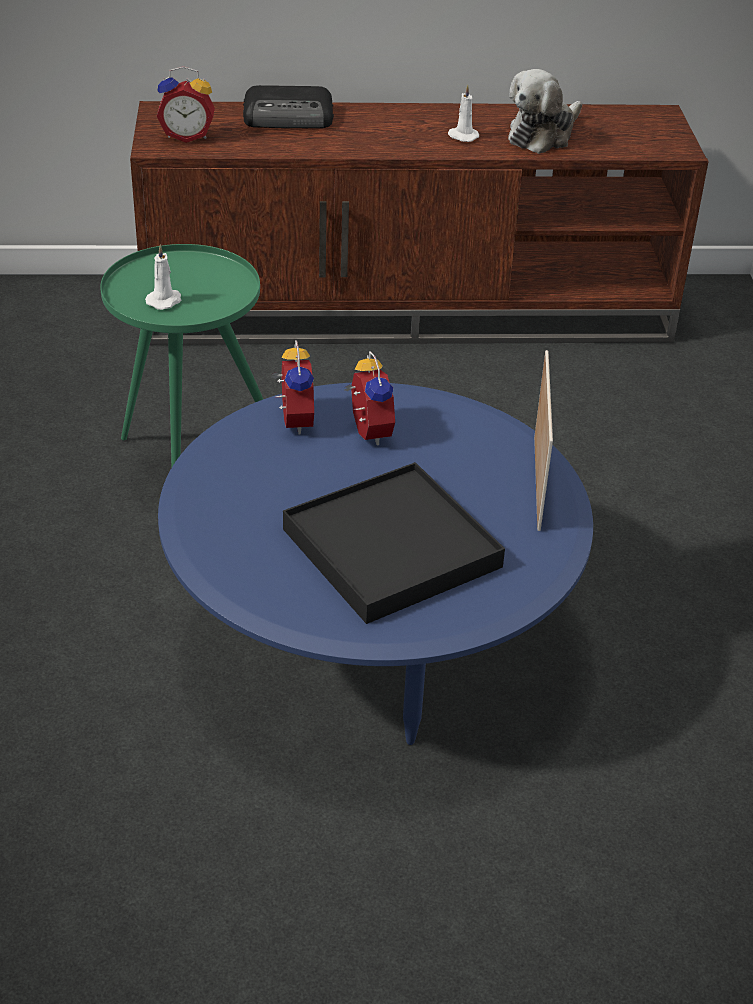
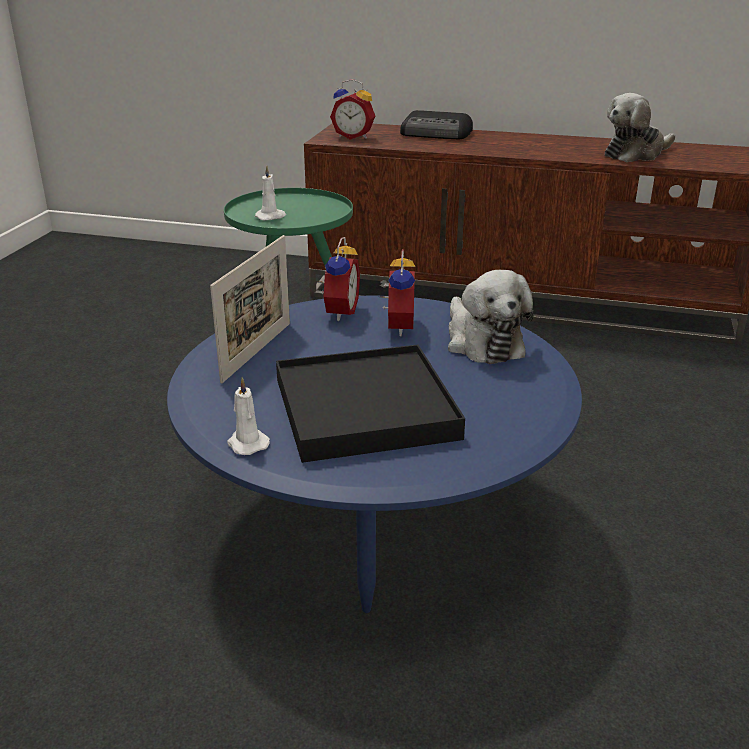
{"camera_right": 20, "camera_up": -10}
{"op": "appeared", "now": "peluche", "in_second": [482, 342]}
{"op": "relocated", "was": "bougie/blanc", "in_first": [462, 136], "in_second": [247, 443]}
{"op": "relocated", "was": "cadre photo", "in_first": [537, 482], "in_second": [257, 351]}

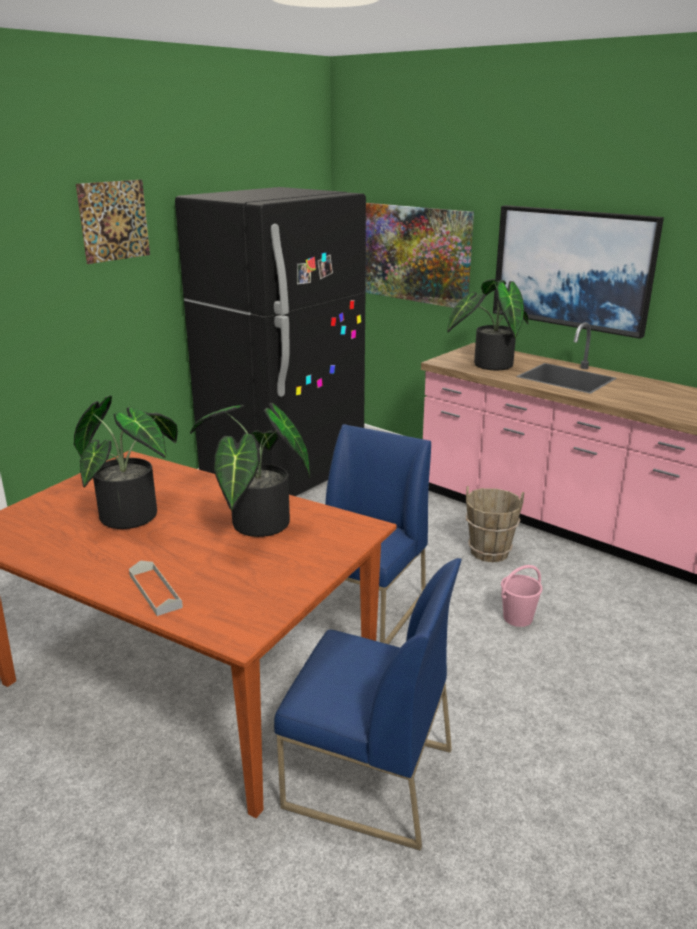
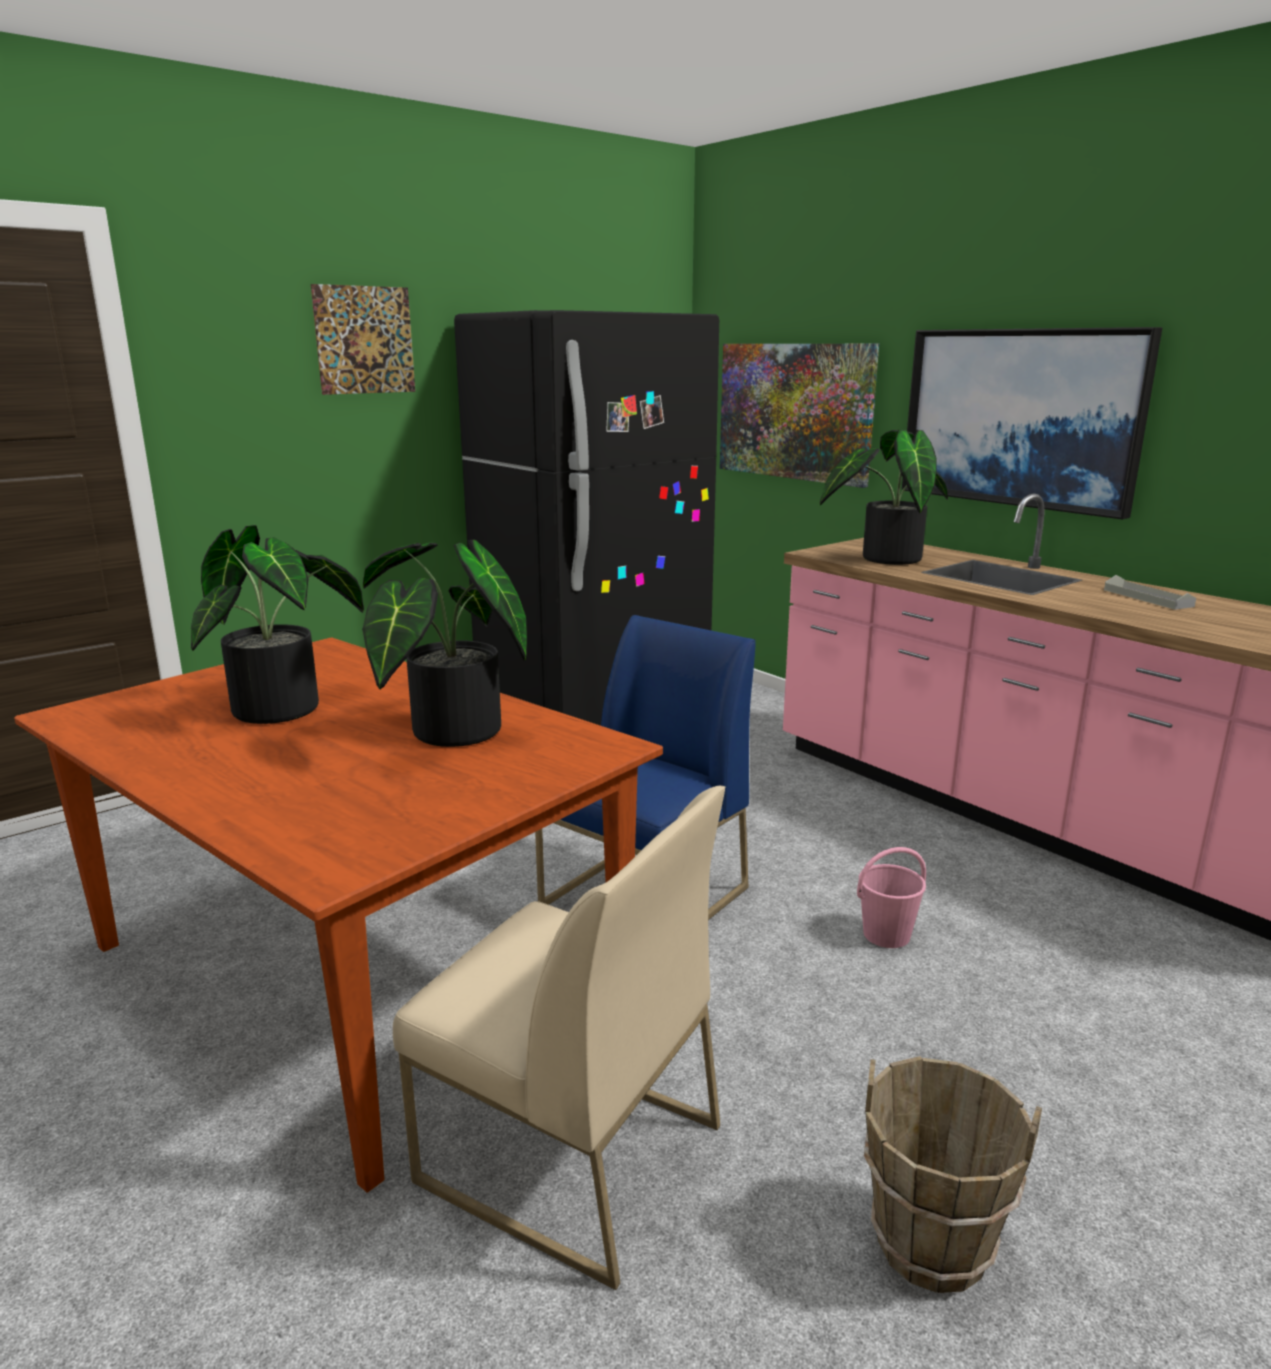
{"camera_right": 10, "camera_up": -5}
{"op": "relocated", "was": "plateau/gris", "in_first": [155, 591], "in_second": [1147, 598]}
{"op": "relocated", "was": "seau/marron", "in_first": [489, 552], "in_second": [931, 1243]}
{"op": "colour", "was": "chaise/bleu", "now": "chaise/beige", "in_first": [367, 778], "in_second": [567, 1153]}

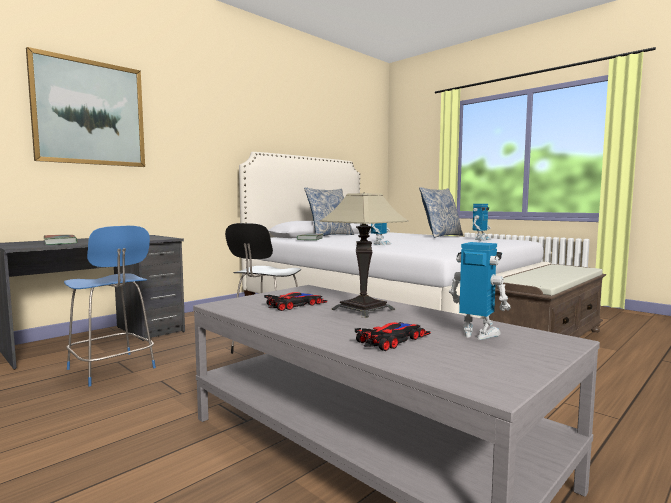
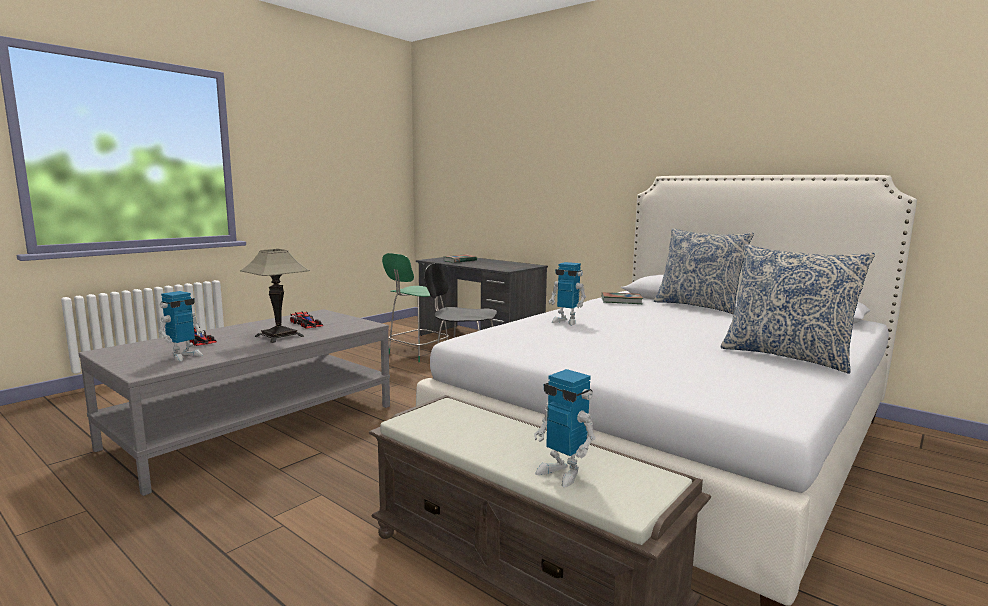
{"camera_right": 85, "camera_up": 5}
{"op": "missing", "was": "tableau", "in_first": [90, 113]}
{"op": "relocated", "was": "robot jouet", "in_first": [481, 239], "in_second": [562, 473]}
{"op": "colour", "was": "chaise/bleu", "now": "chaise/vert", "in_first": [112, 369], "in_second": [417, 353]}

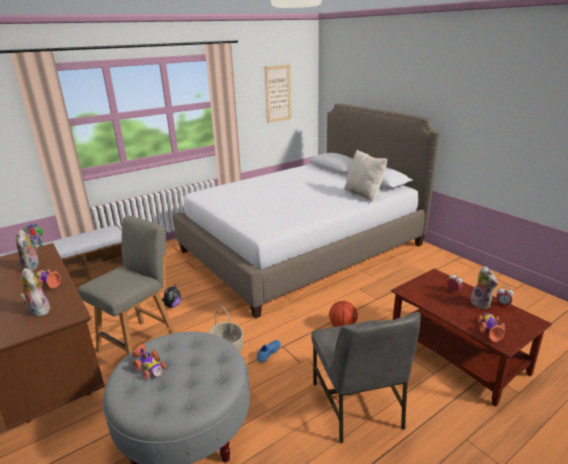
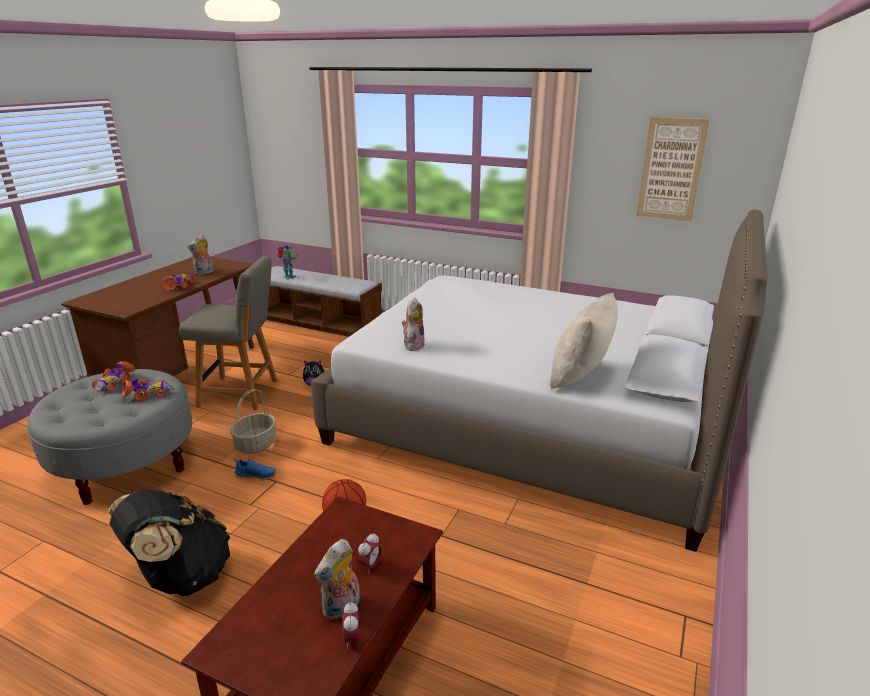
{"camera_right": 60, "camera_up": 0}
{"op": "relocated", "was": "peluche", "in_first": [38, 310], "in_second": [413, 345]}
{"op": "relocated", "was": "petite voiture", "in_first": [490, 330], "in_second": [148, 394]}
{"op": "exchanged", "was": "chaise/gris", "now": "sac à dos/noir", "in_first": [358, 406], "in_second": [181, 577]}

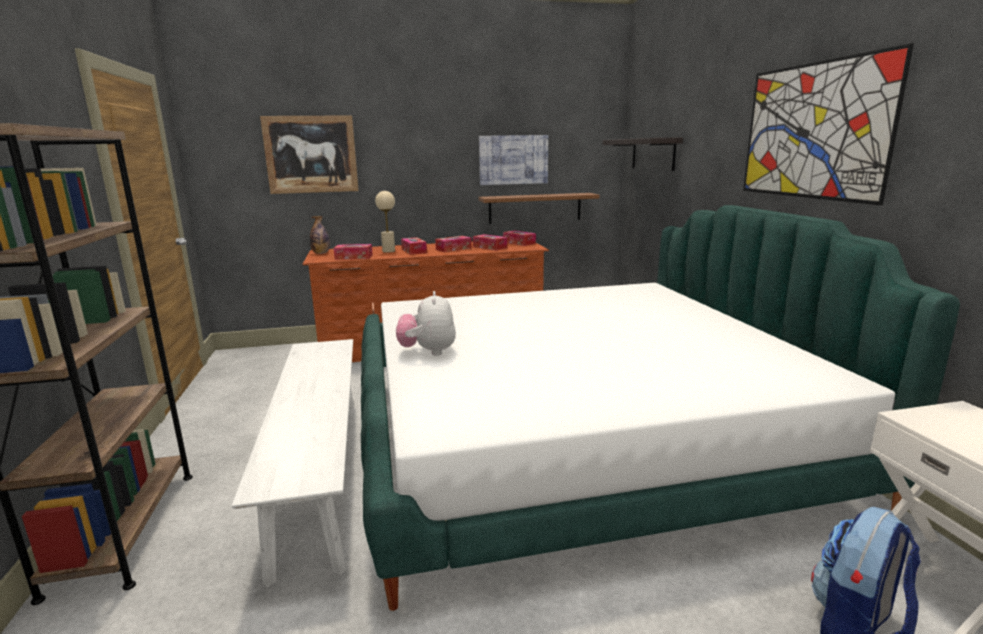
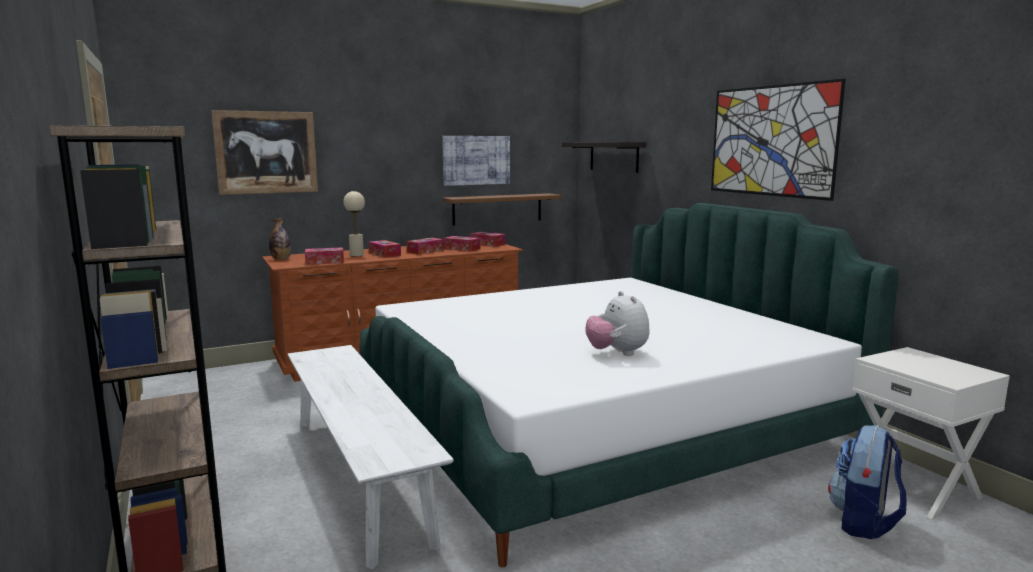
{"camera_right": -15, "camera_up": -5}
{"op": "relocated", "was": "peluche", "in_first": [428, 352], "in_second": [617, 353]}

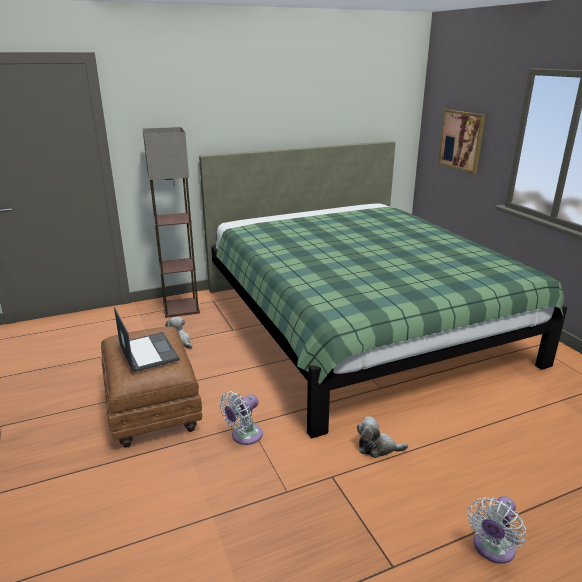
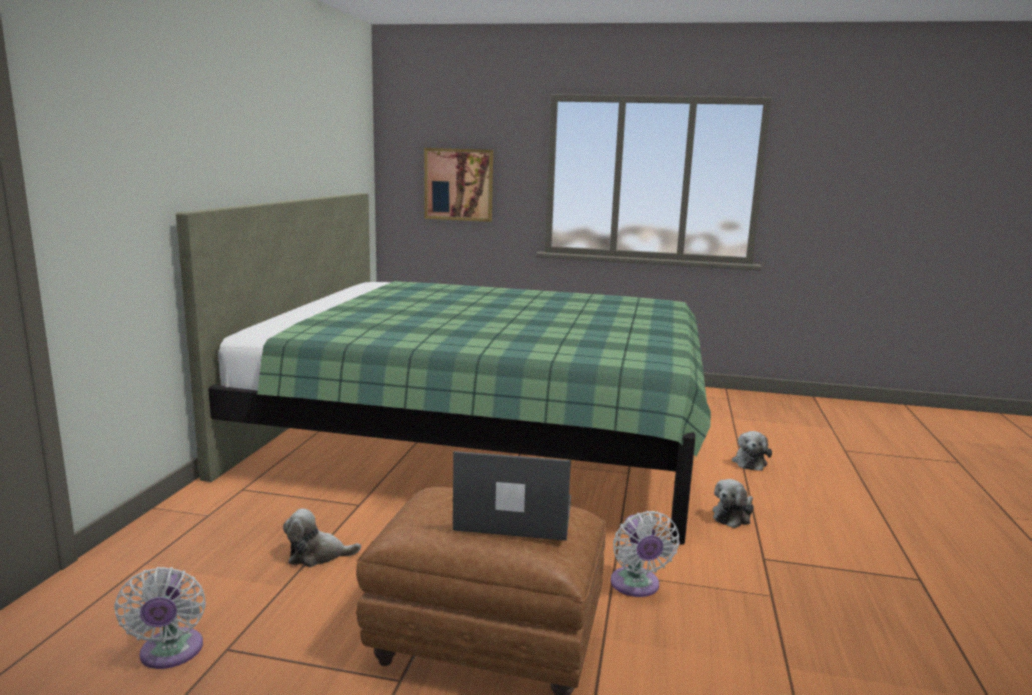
{"camera_right": -55, "camera_up": -10}
{"op": "missing", "was": "lampadaire", "in_first": [181, 307]}
{"op": "appeared", "now": "peluche", "in_second": [749, 462]}
{"op": "relocated", "was": "ventilateur/blanc", "in_first": [492, 549], "in_second": [170, 654]}

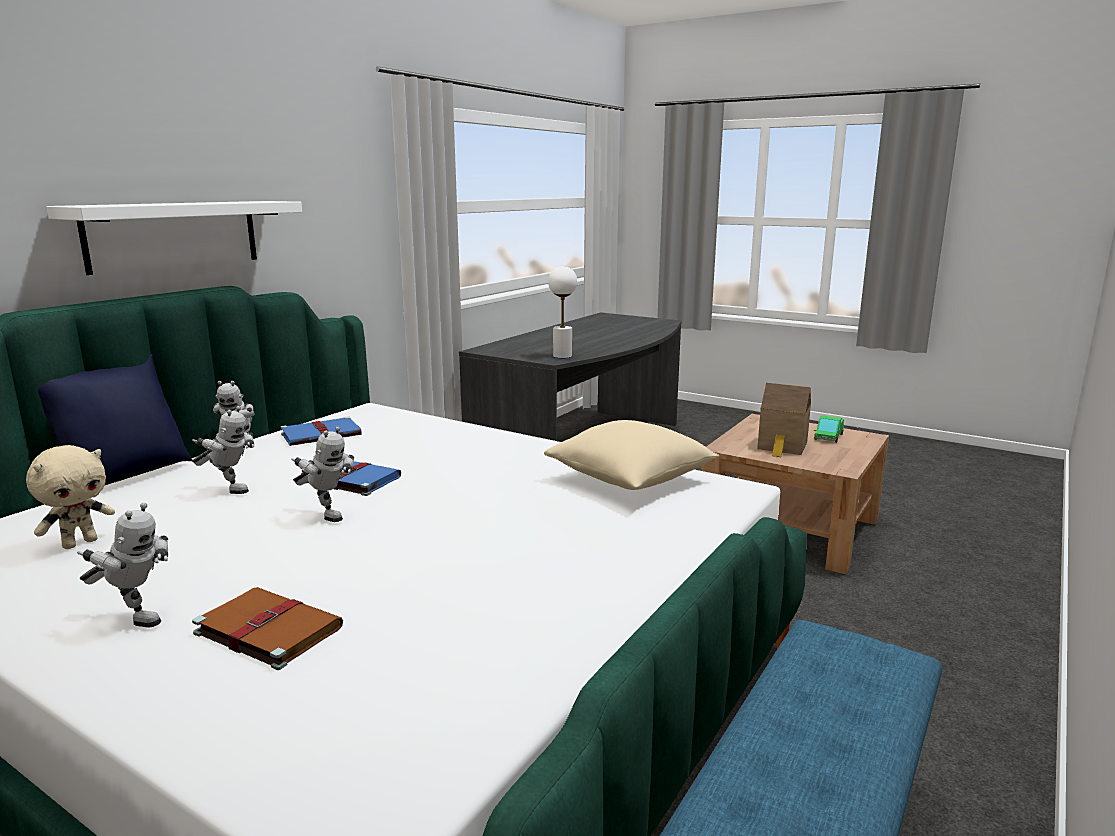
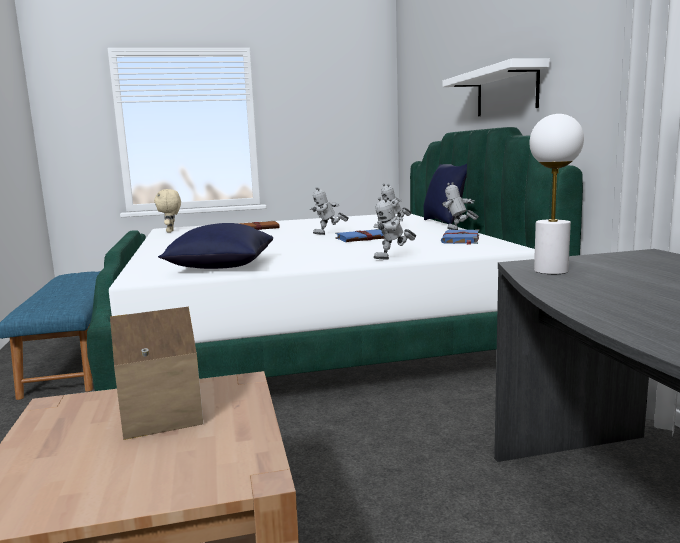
{"camera_right": 135, "camera_up": -5}
{"op": "missing", "was": "camion jouet", "in_first": [828, 436]}
{"op": "relocated", "was": "peluche/beige", "in_first": [80, 543], "in_second": [171, 231]}
{"op": "relocated", "was": "robot jouet", "in_first": [135, 617], "in_second": [393, 259]}
{"op": "colour", "was": "coussin/beige", "now": "coussin/bleu", "in_first": [631, 480], "in_second": [220, 266]}

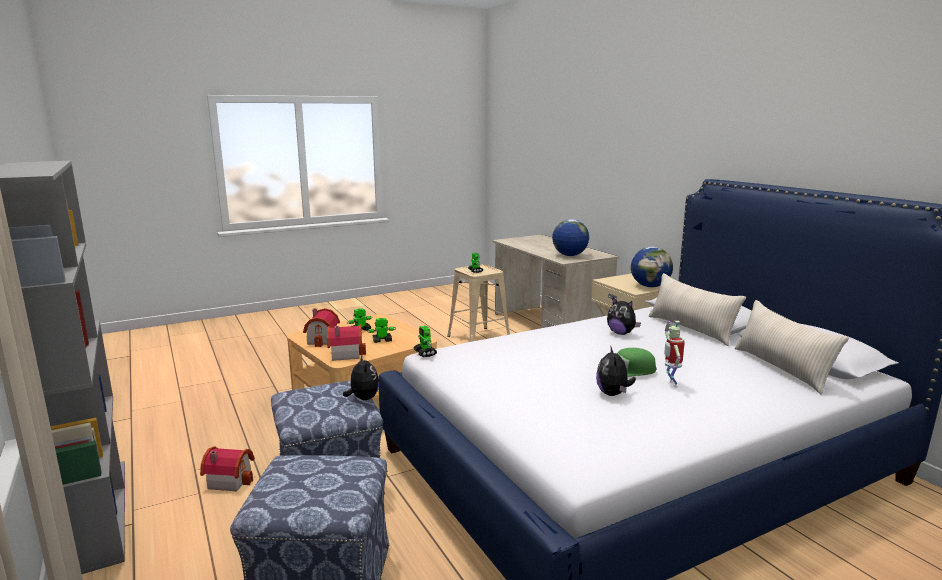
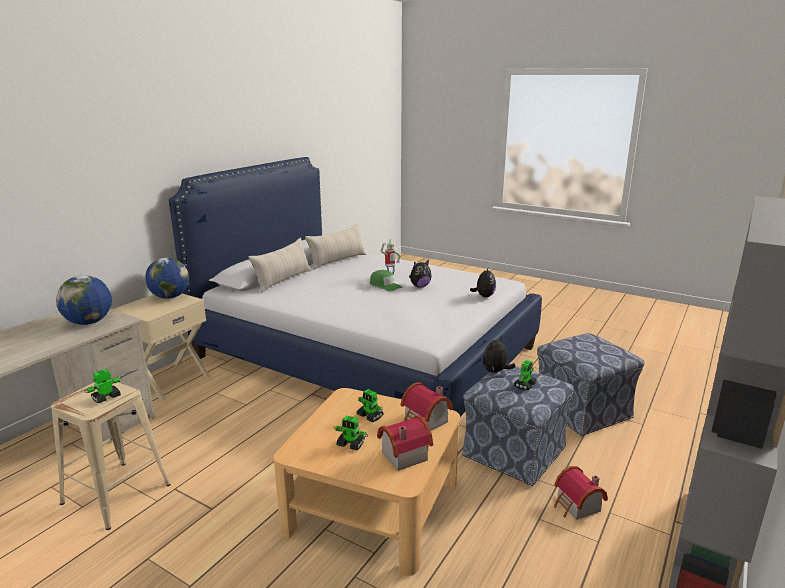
{"camera_right": -120, "camera_up": 5}
{"op": "relocated", "was": "robot jouet", "in_first": [425, 353], "in_second": [525, 385]}
{"op": "relocated", "was": "peluche", "in_first": [621, 333], "in_second": [484, 296]}

